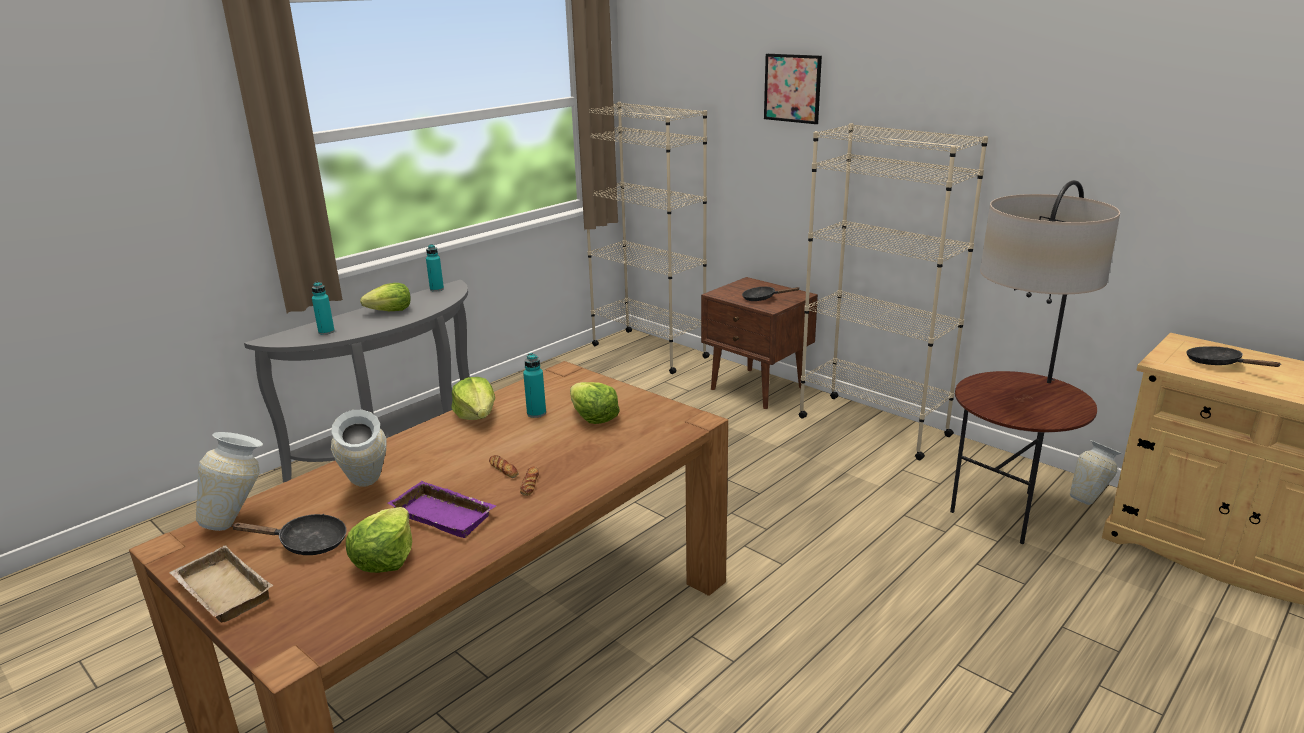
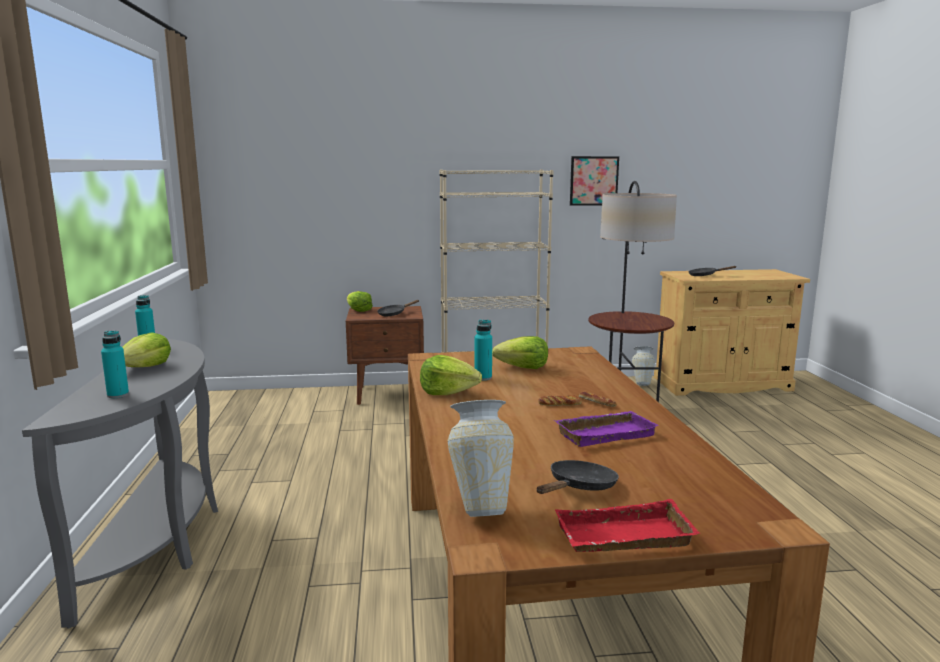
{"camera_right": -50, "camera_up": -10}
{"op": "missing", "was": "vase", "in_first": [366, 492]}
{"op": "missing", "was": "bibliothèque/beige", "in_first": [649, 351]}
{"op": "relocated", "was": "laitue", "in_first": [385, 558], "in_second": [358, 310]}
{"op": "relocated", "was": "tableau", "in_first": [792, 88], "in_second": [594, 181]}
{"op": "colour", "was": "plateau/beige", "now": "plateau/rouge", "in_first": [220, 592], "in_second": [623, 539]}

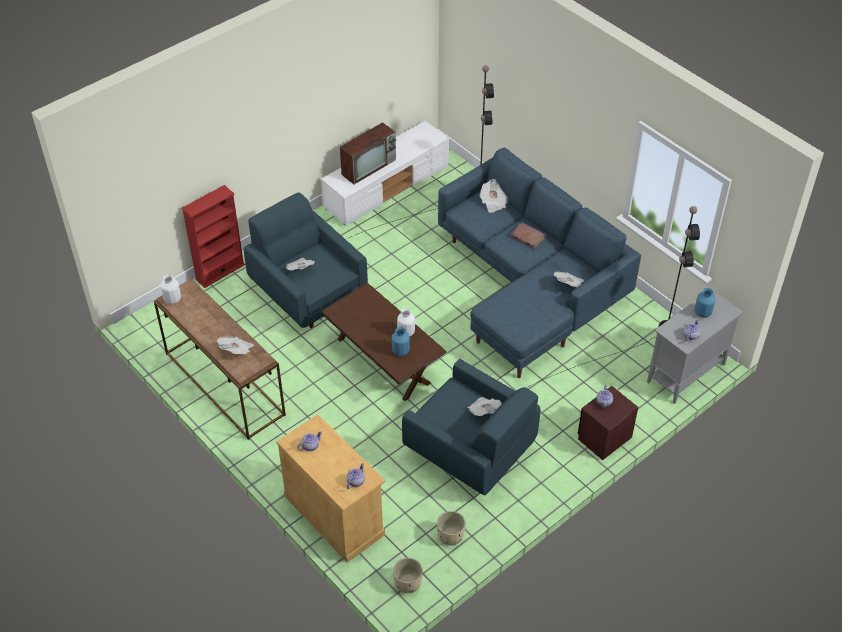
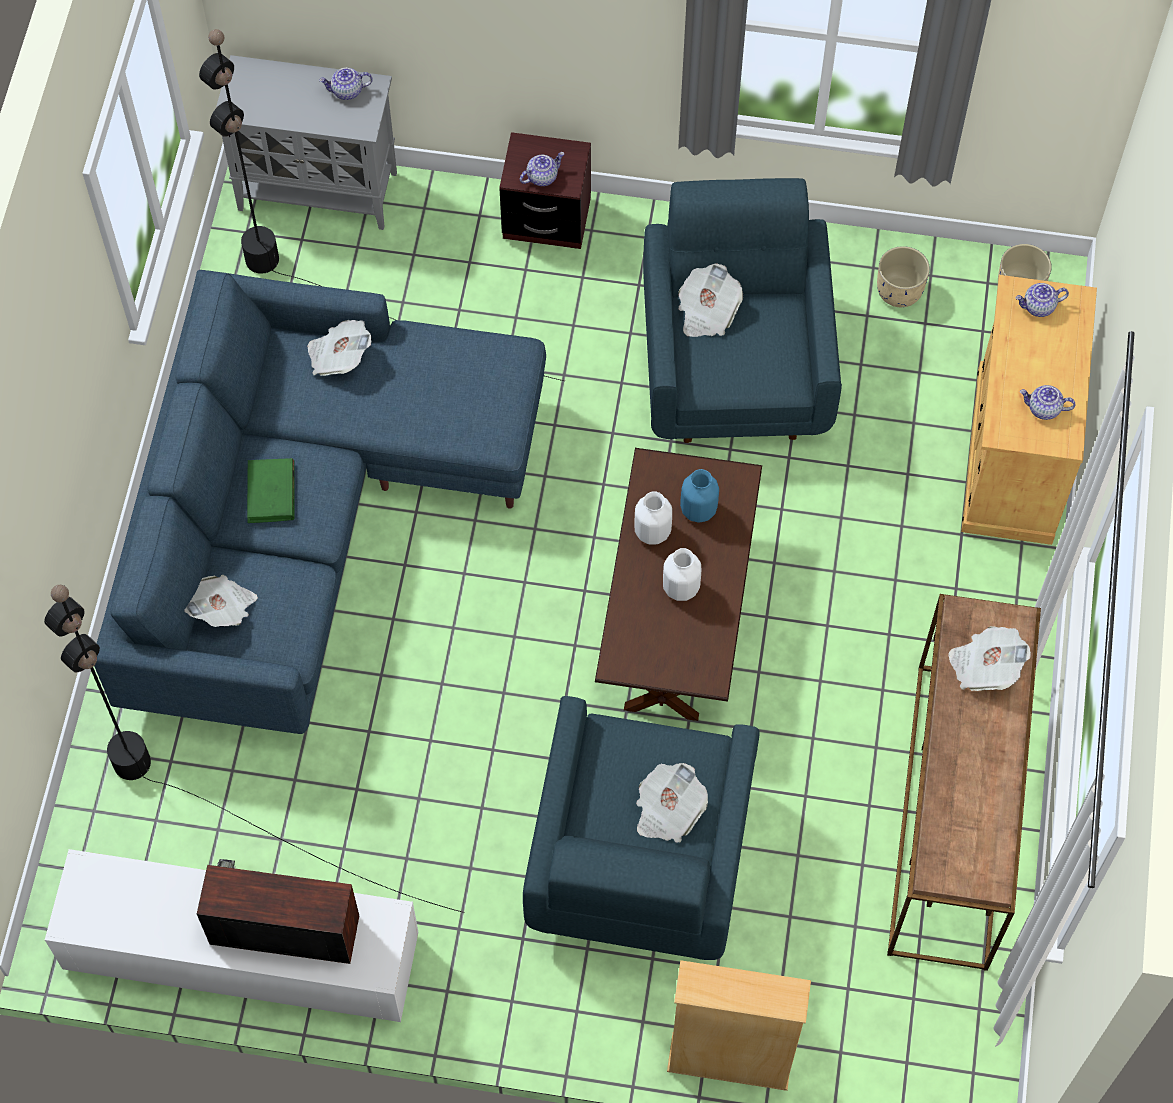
{"camera_right": -130, "camera_up": 15}
{"op": "missing", "was": "vase/bleu", "in_first": [703, 313]}
{"op": "relocated", "was": "vase/blanc", "in_first": [172, 299], "in_second": [681, 588]}
{"op": "colour", "was": "bibliothèque/rouge", "now": "bibliothèque/beige", "in_first": [220, 271], "in_second": [729, 1062]}
{"op": "colour", "was": "livre/marron", "now": "livre/vert", "in_first": [527, 237], "in_second": [271, 493]}

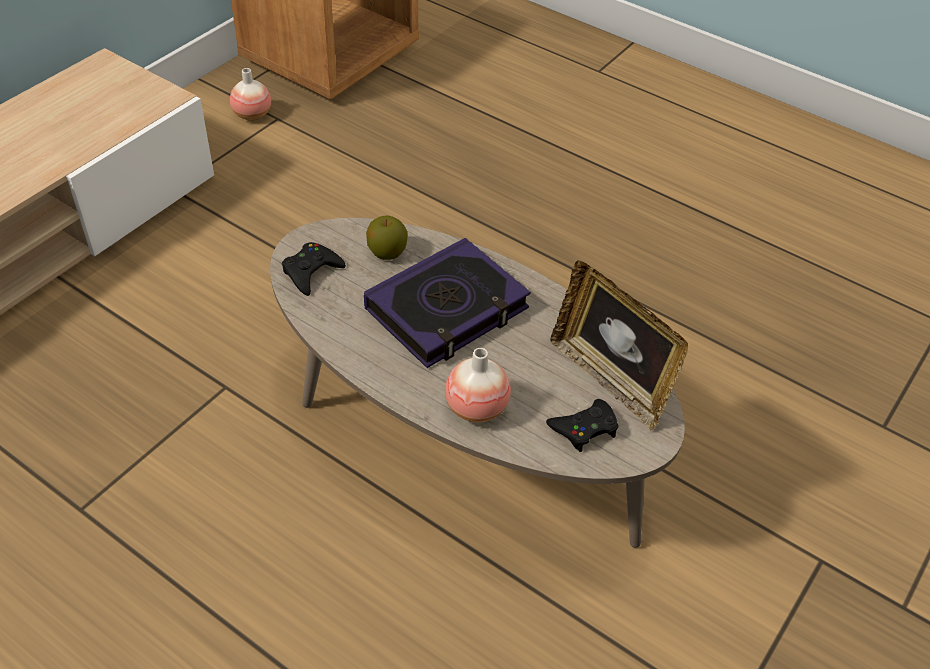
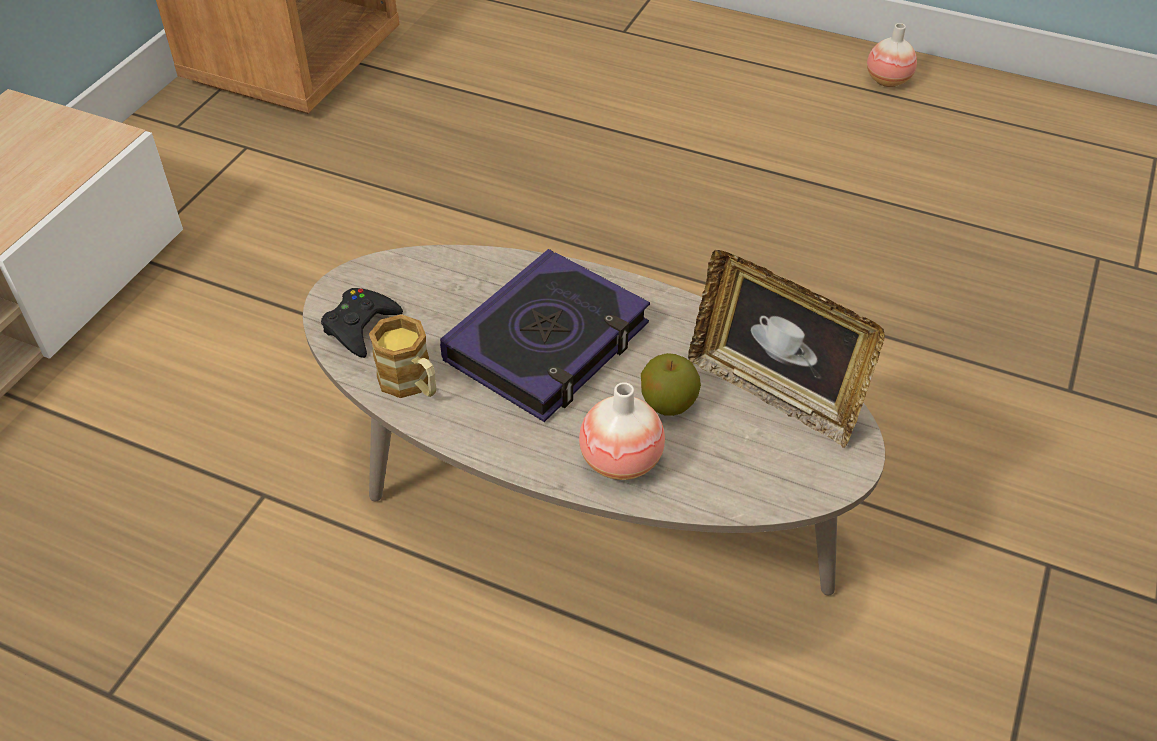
{"camera_right": -10, "camera_up": 0}
{"op": "missing", "was": "manette/noir", "in_first": [584, 428]}
{"op": "appeared", "now": "mug", "in_second": [411, 384]}
{"op": "relocated", "was": "vase", "in_first": [252, 115], "in_second": [887, 80]}
{"op": "relocated", "was": "pomme", "in_first": [387, 252], "in_second": [668, 403]}

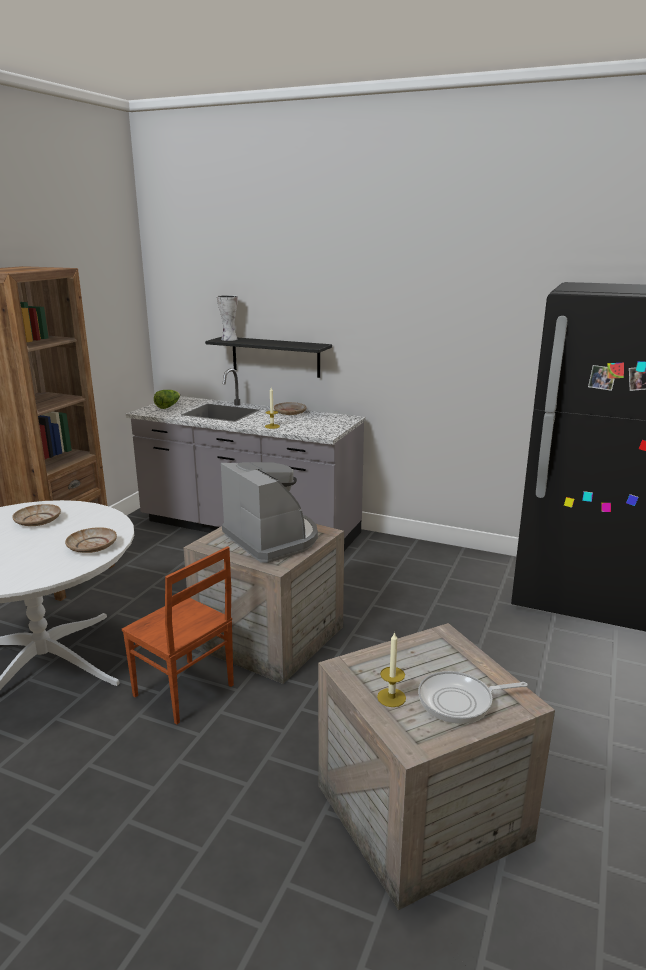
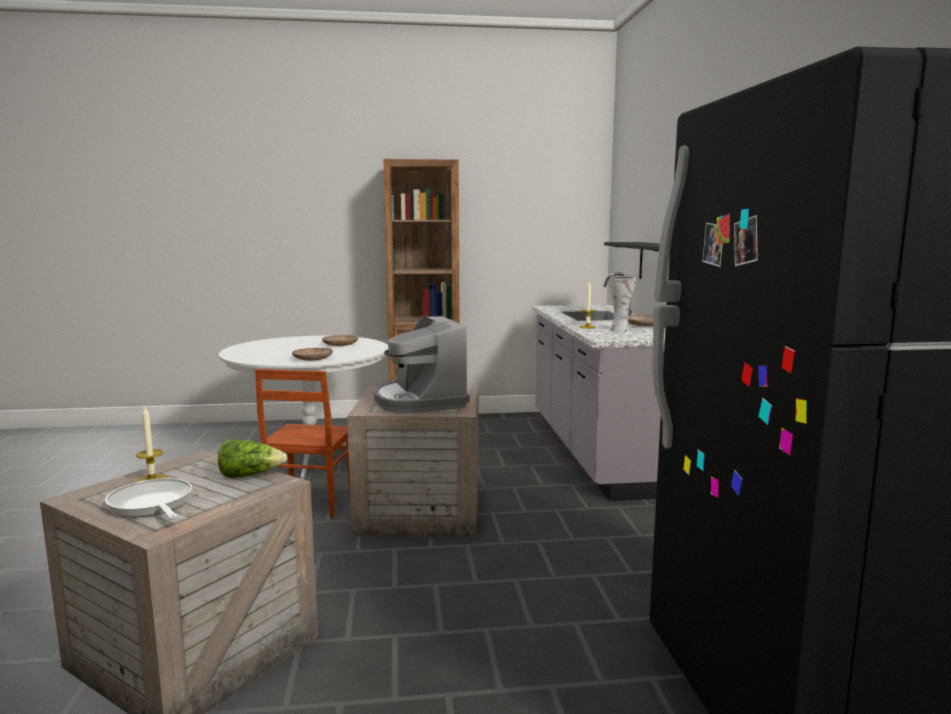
{"camera_right": 60, "camera_up": -10}
{"op": "relocated", "was": "laitue", "in_first": [168, 406], "in_second": [250, 475]}
{"op": "relocated", "was": "vase", "in_first": [228, 339], "in_second": [619, 329]}
{"op": "spun", "was": "machine à café", "in_first": [272, 539], "in_second": [420, 401], "clockwise": 135}

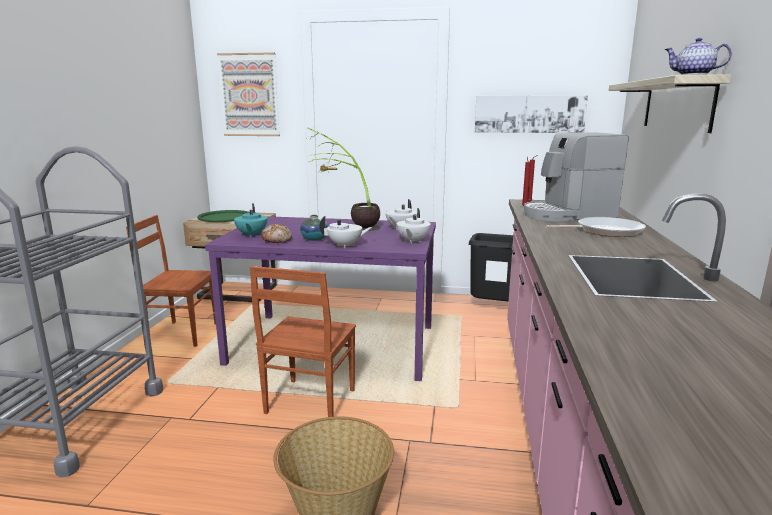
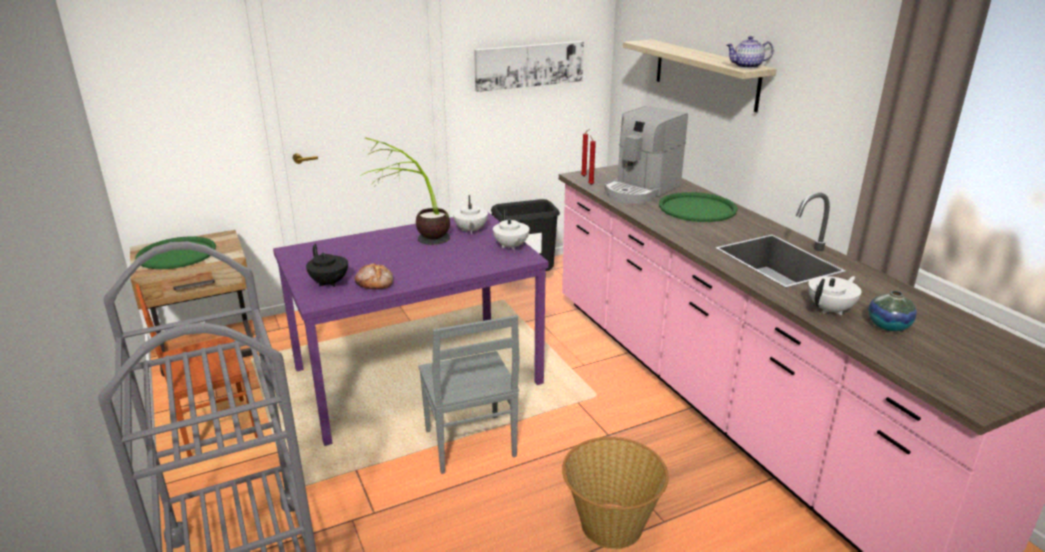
{"camera_right": -35, "camera_up": 10}
{"op": "missing", "was": "tableau", "in_first": [249, 95]}
{"op": "relocated", "was": "vase", "in_first": [315, 239], "in_second": [888, 326]}
{"op": "relocated", "was": "théière/blanc", "in_first": [345, 245], "in_second": [830, 310]}
{"op": "exchanged", "was": "poêle", "now": "plateau/vert", "in_first": [605, 231], "in_second": [697, 208]}
{"op": "colour", "was": "théière/turquoise", "now": "théière/noir", "in_first": [251, 235], "in_second": [329, 283]}
{"op": "colour", "was": "chaise/marron", "now": "chaise/gris", "in_first": [308, 402], "in_second": [469, 445]}

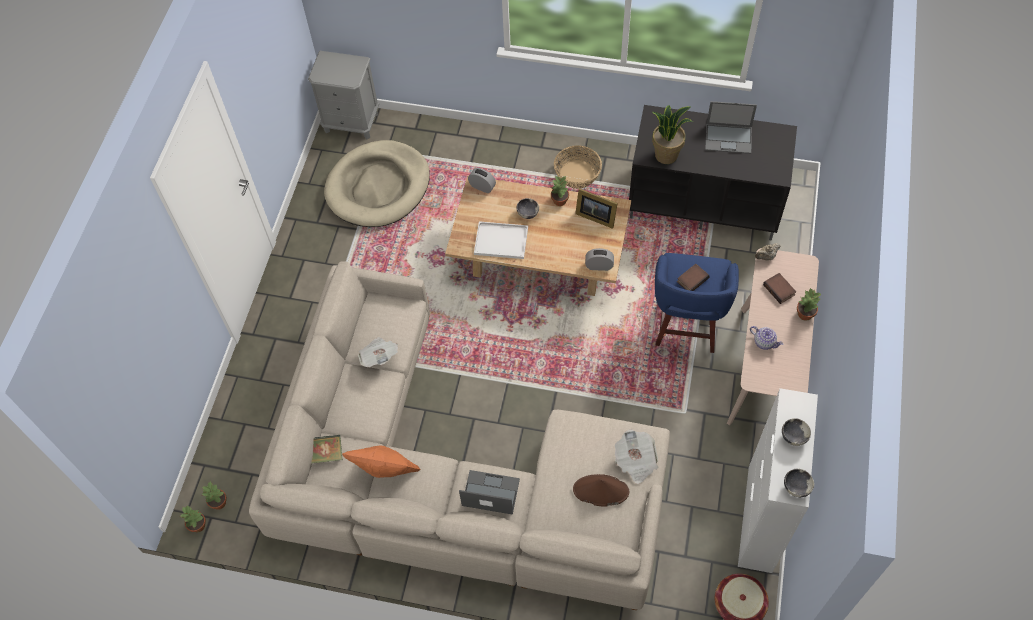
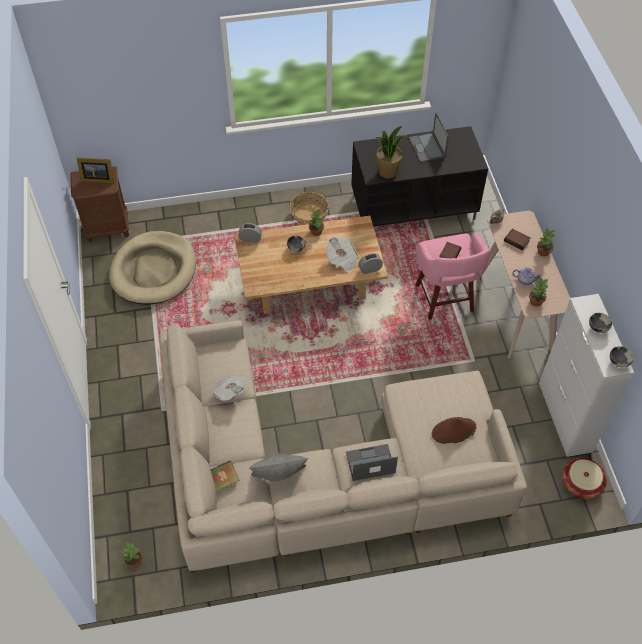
{"camera_right": -25, "camera_up": -5}
{"op": "missing", "was": "plateau/blanc", "in_first": [500, 241]}
{"op": "relocated", "was": "plante en pot", "in_first": [198, 525], "in_second": [536, 301]}
{"op": "relocated", "was": "cadre photo", "in_first": [595, 216], "in_second": [97, 179]}
{"op": "relocated", "was": "journal", "in_first": [635, 461], "in_second": [342, 260]}
{"op": "colour", "was": "table de chevet/gris", "now": "table de chevet/marron", "in_first": [351, 122], "in_second": [108, 228]}
{"op": "colour", "was": "coussin/orange", "now": "coussin/gris", "in_first": [386, 473], "in_second": [279, 478]}
{"op": "colour", "was": "tabouret/bleu", "now": "tabouret/rose", "in_first": [686, 327], "in_second": [445, 299]}
{"op": "spun", "was": "ordinateur portable", "in_first": [729, 138], "in_second": [427, 147], "clockwise": 90}

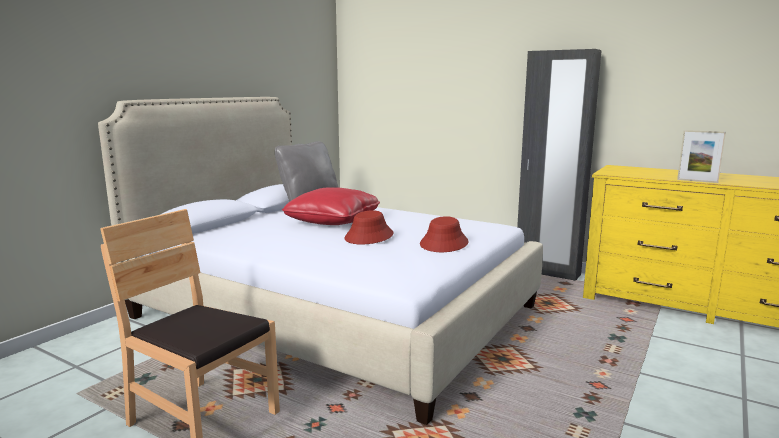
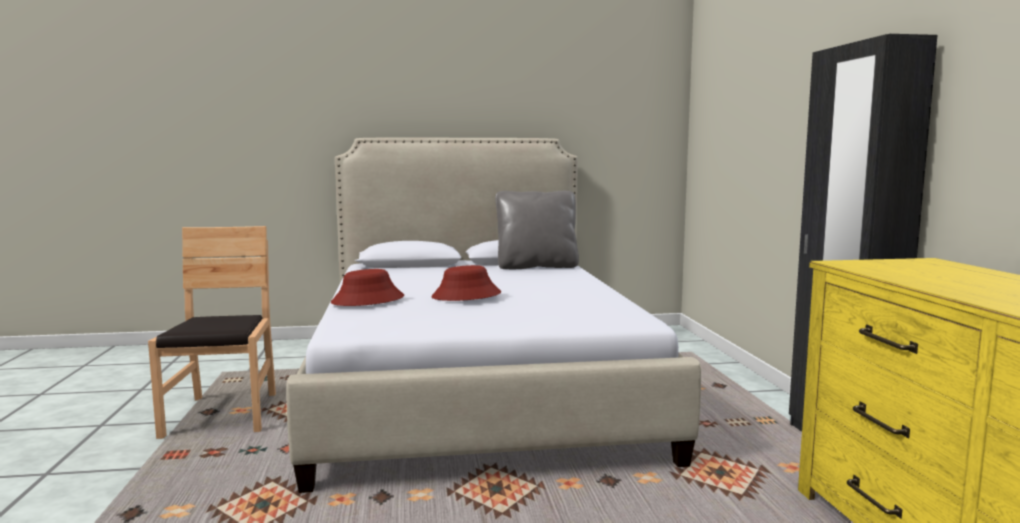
{"camera_right": 50, "camera_up": -5}
{"op": "missing", "was": "coussin/rouge", "in_first": [333, 221]}
{"op": "missing", "was": "cadre photo", "in_first": [697, 181]}
{"op": "relocated", "was": "chapeau/rouge", "in_first": [444, 243], "in_second": [368, 300]}

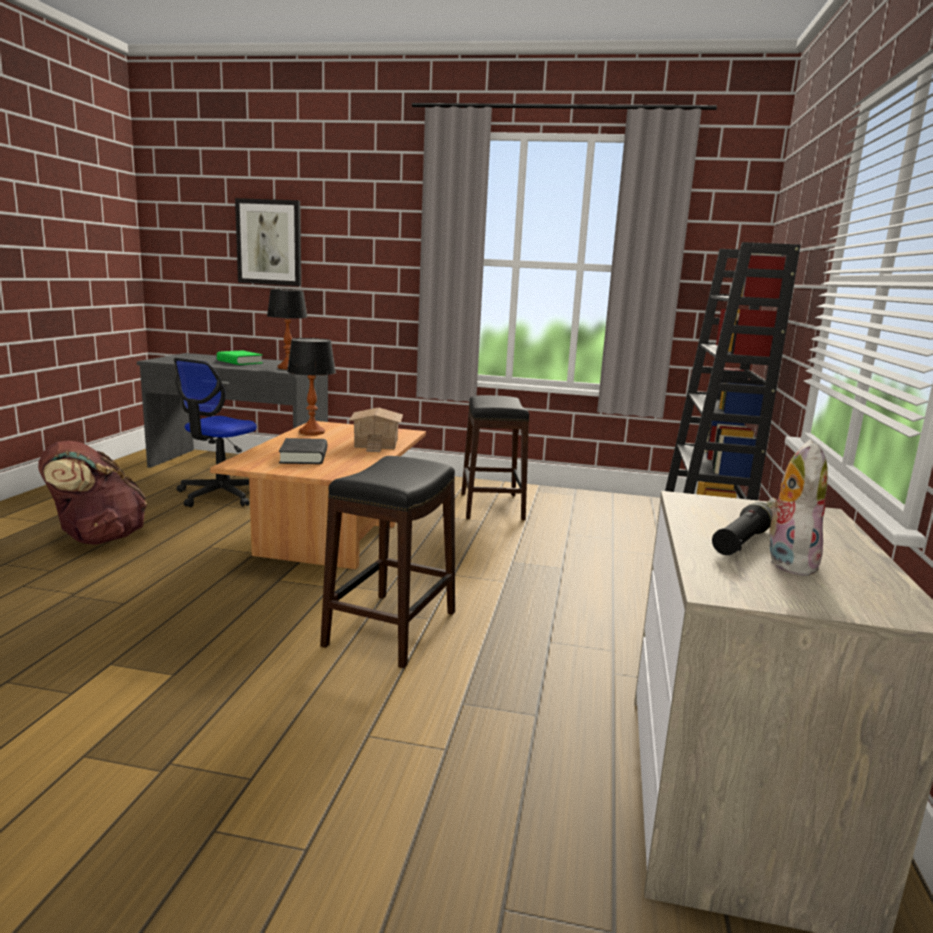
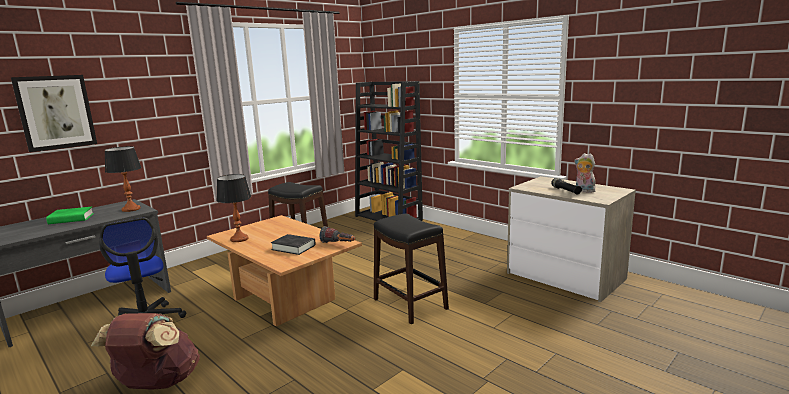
{"camera_right": -55, "camera_up": 0}
{"op": "missing", "was": "maison miniature", "in_first": [377, 443]}
{"op": "appeared", "now": "lampe de poche", "in_second": [339, 244]}

